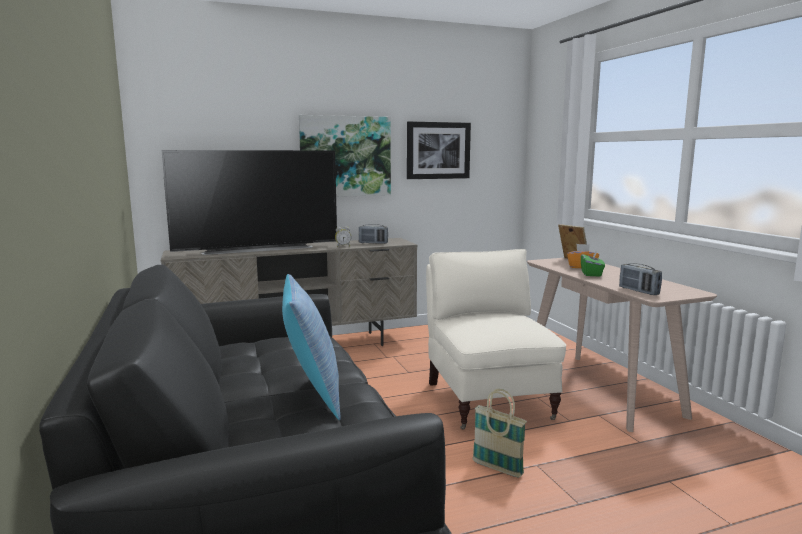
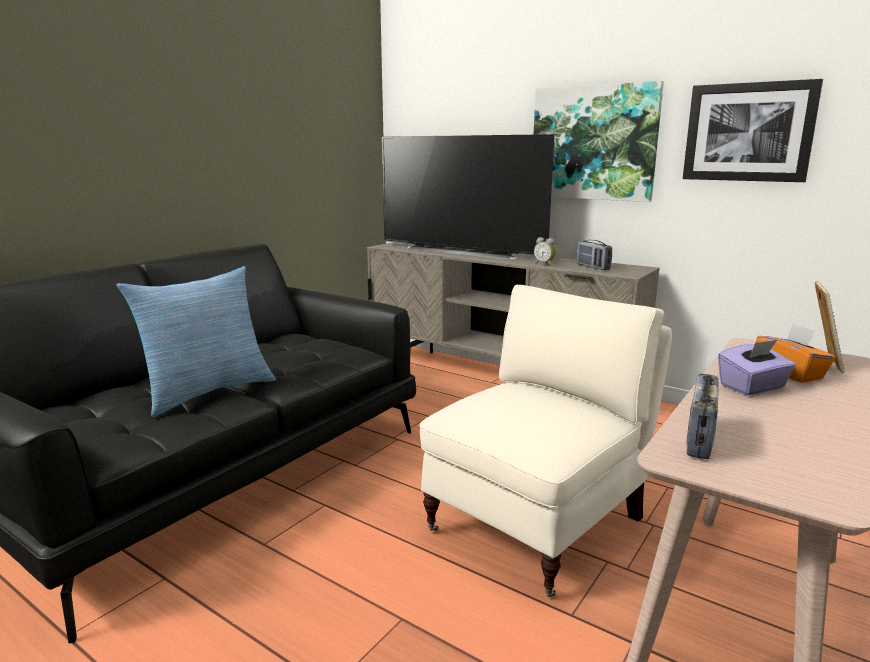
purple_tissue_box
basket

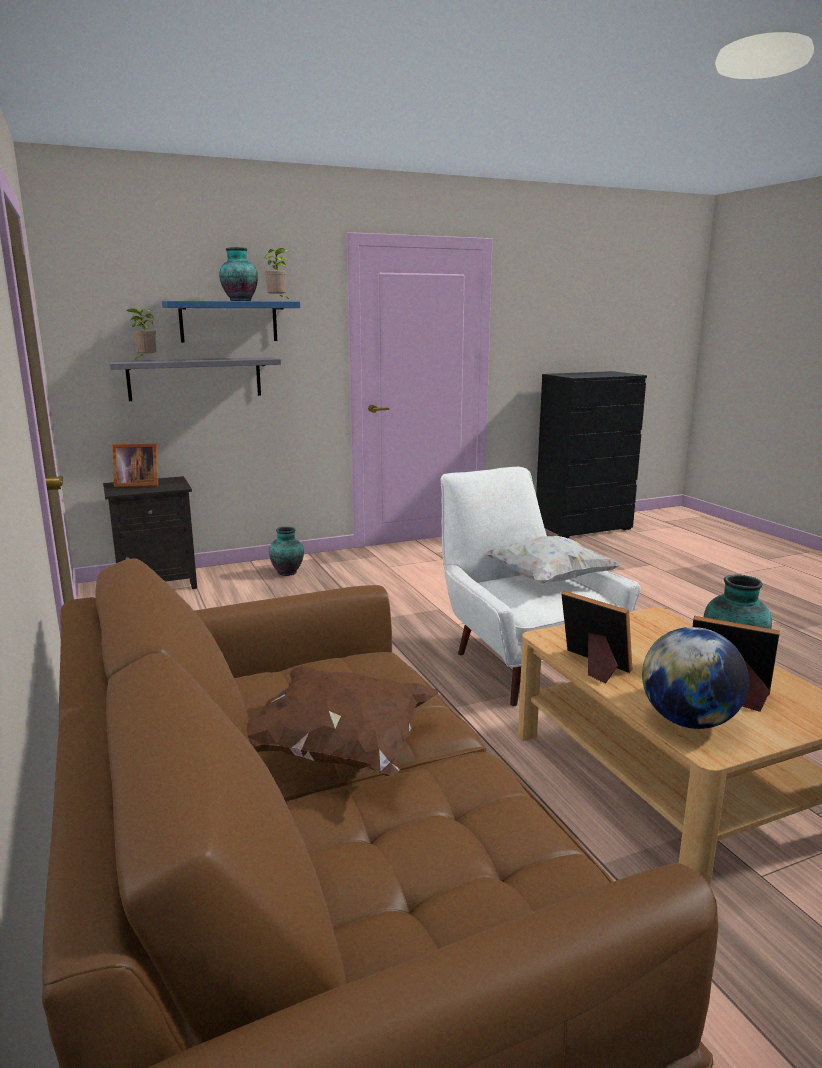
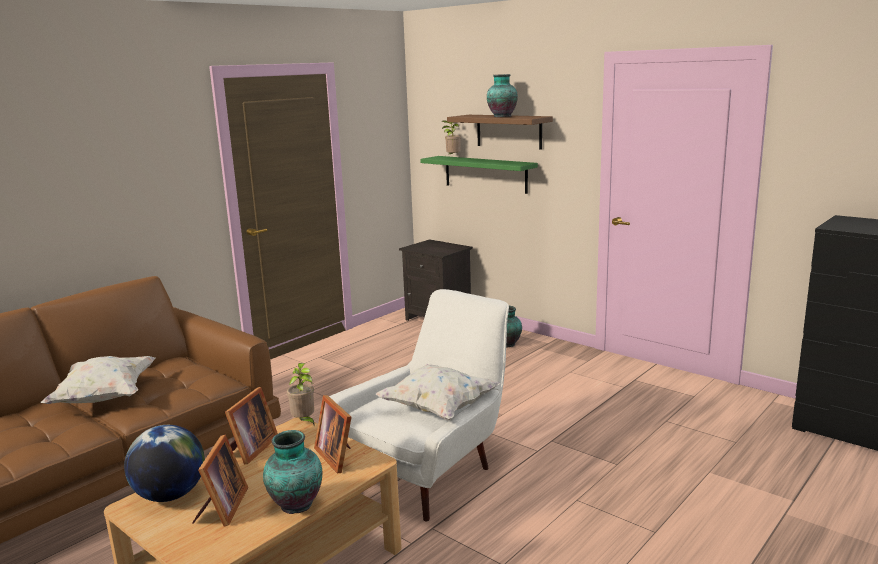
white_pillow (no. 1 from left)
potted_plant (no. 1 from left)
picture_frame (no. 3 from left)
green_shelf
brown_shelf

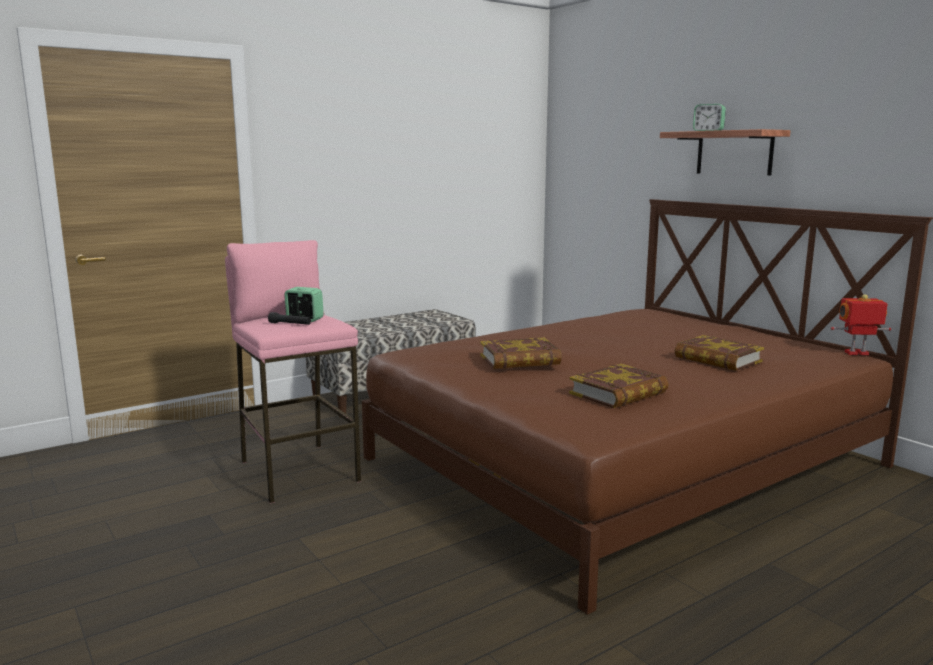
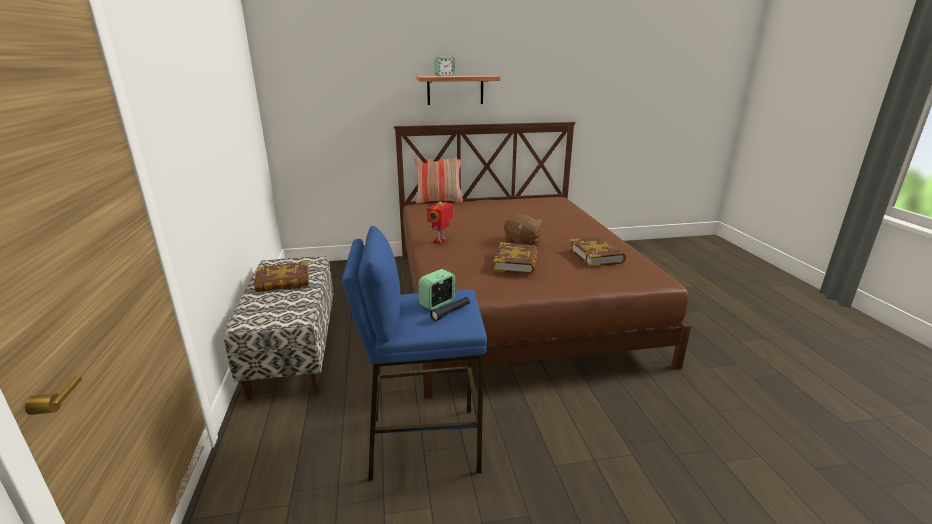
book (no. 1 from left)
blue_stool
pillow
toy_robot
brown_plush_toy

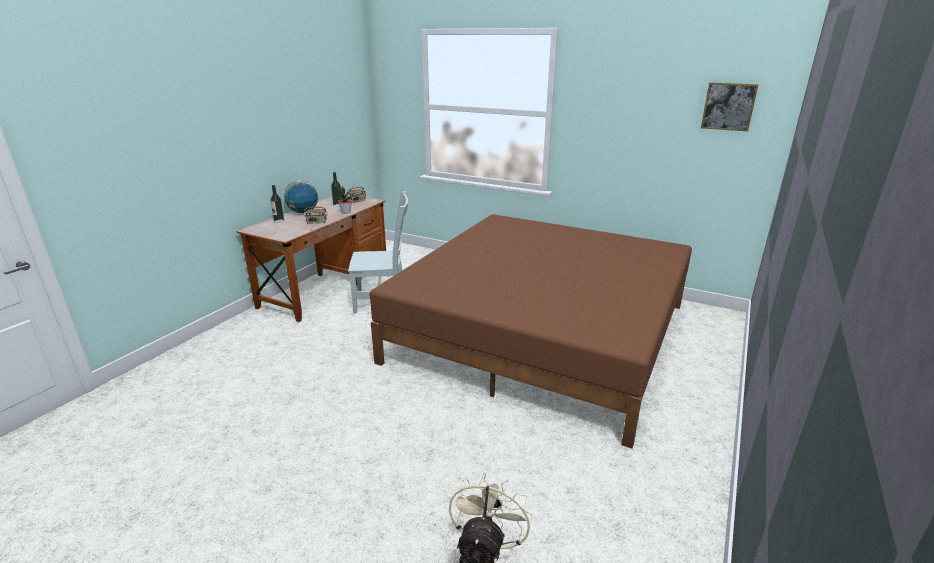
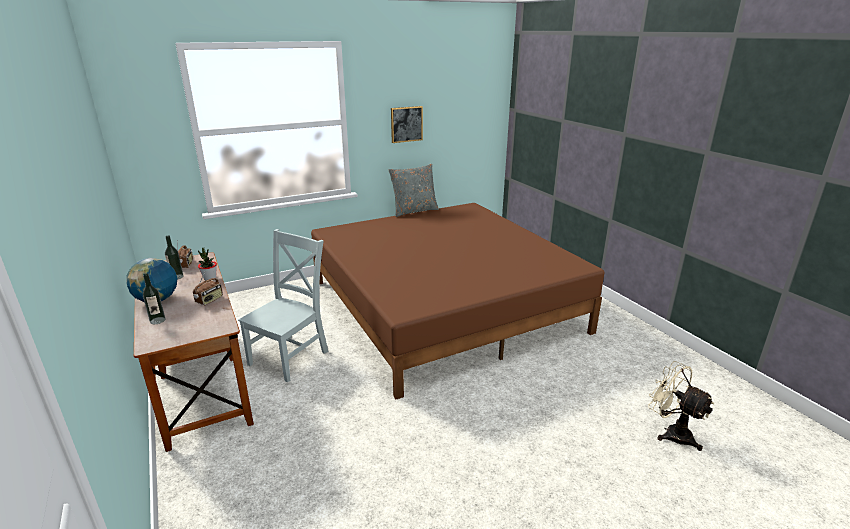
grey_pillow
picture

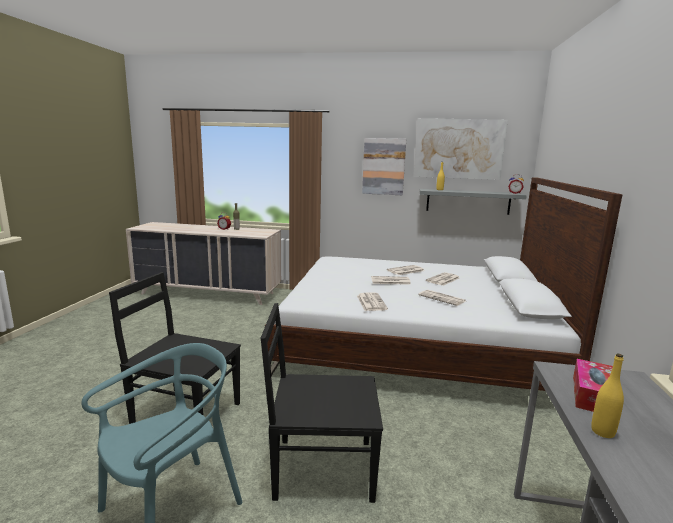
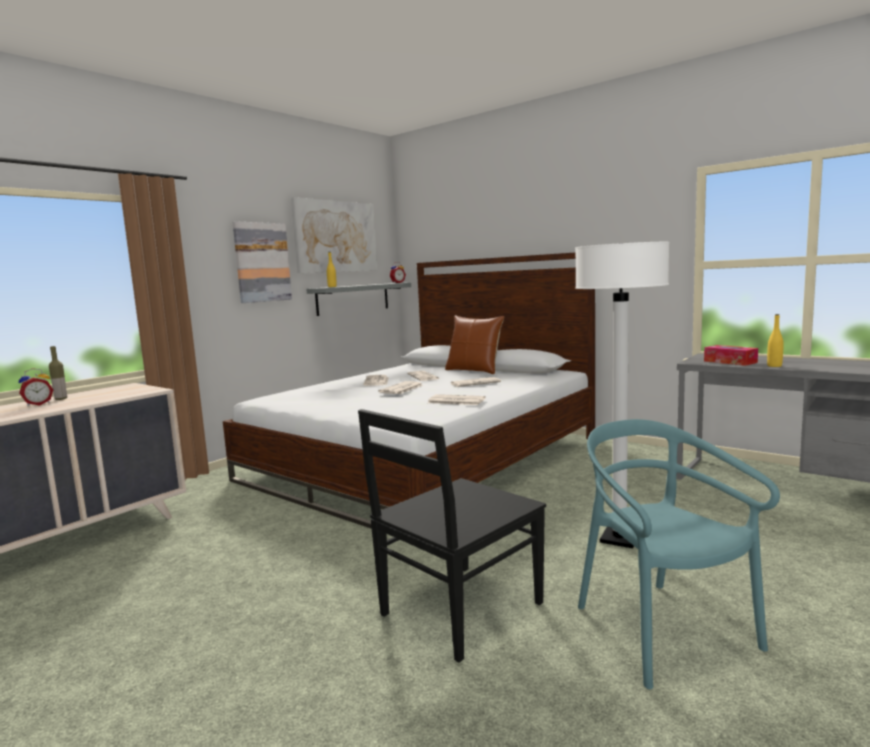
brown_pillow
white_floor_lamp

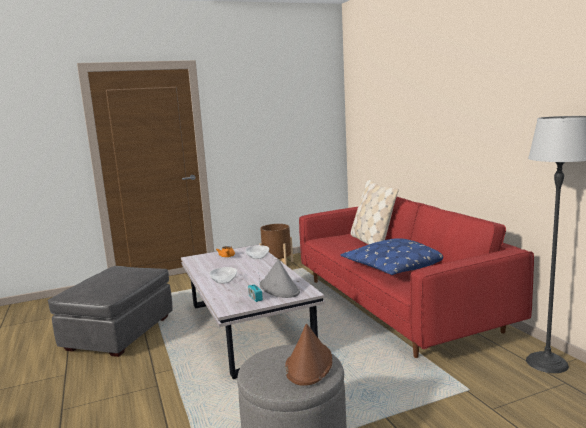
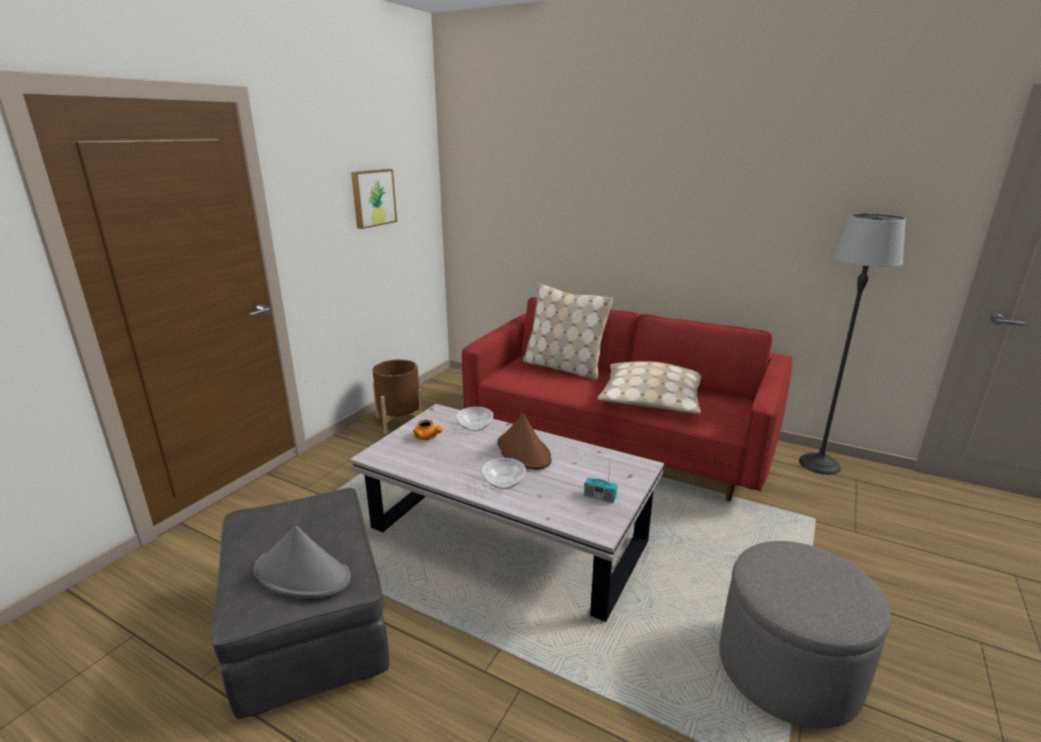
grey_hat
picture
brown_hat
beige_pillow (no. 2 from left)

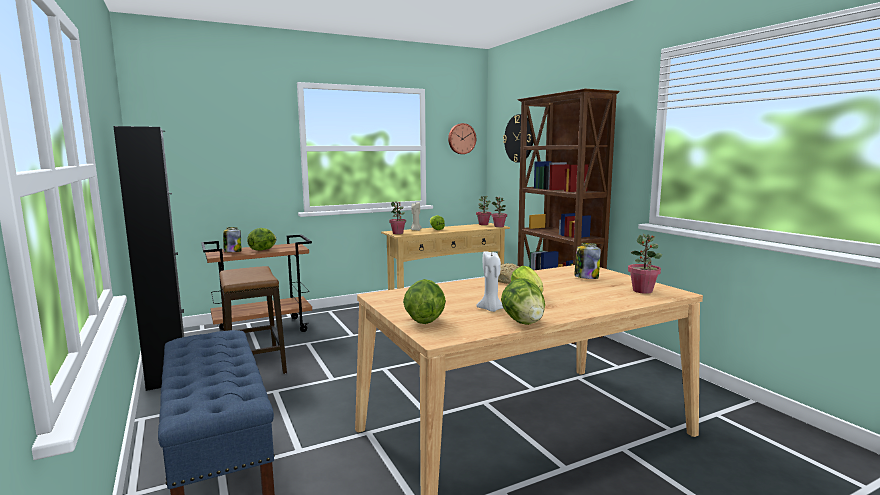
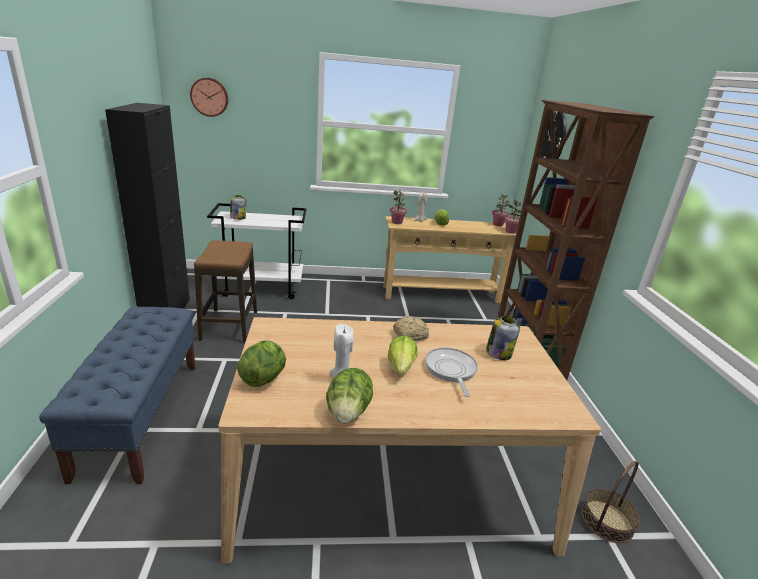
wall_clock (no. 1 from left)
white_cart
frying_pan
basket
lettuce (no. 1 from left in the first image)
potted_plant (no. 4 from left in the first image)

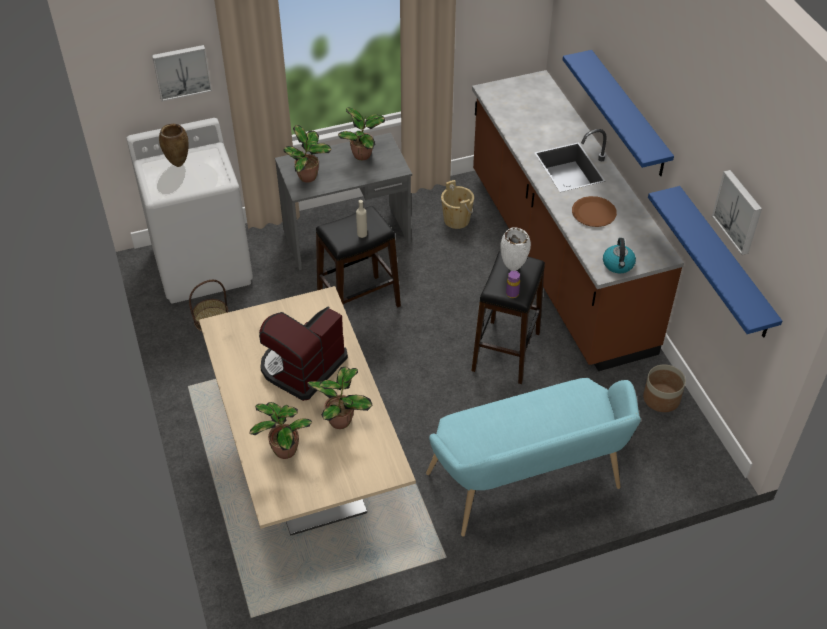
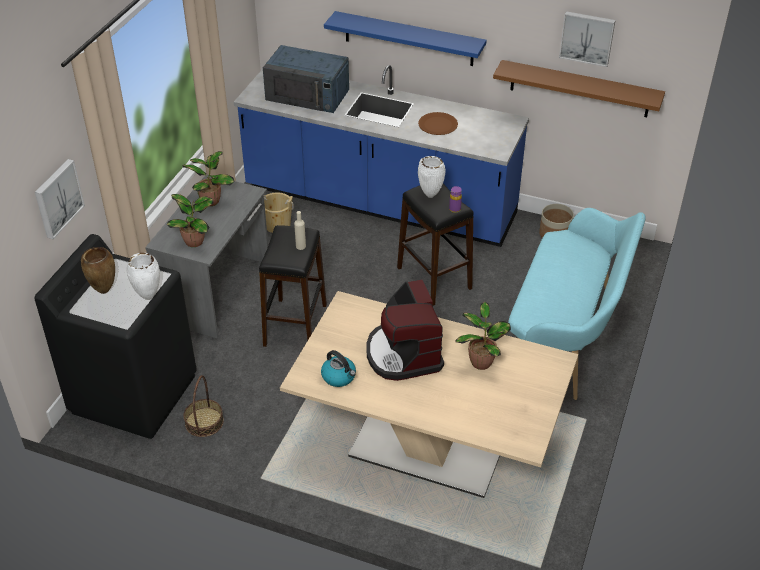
black_washing_machine
white_vase (no. 1 from left)
blue_counter
blue_microwave
kettle
brown_shelf
potted_plant (no. 1 from left in the first image)

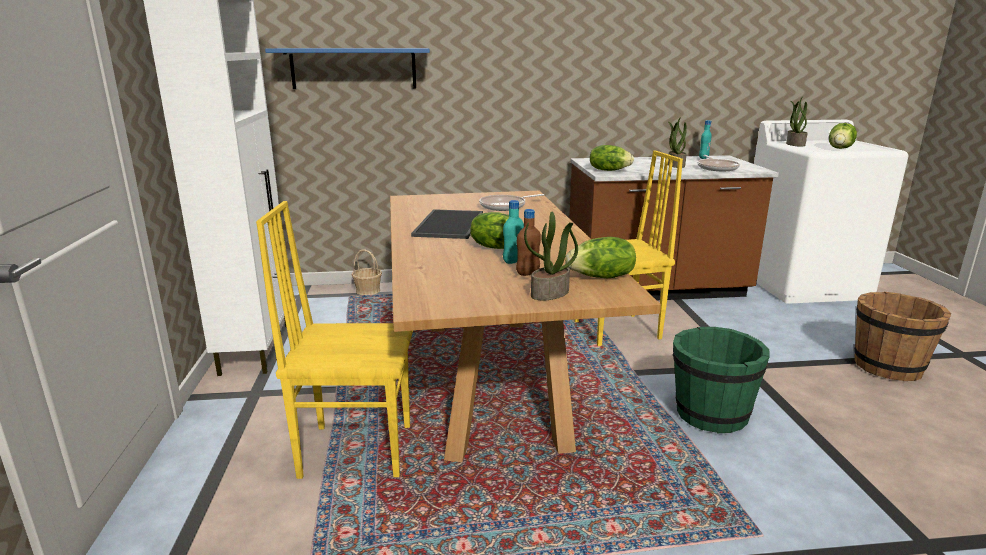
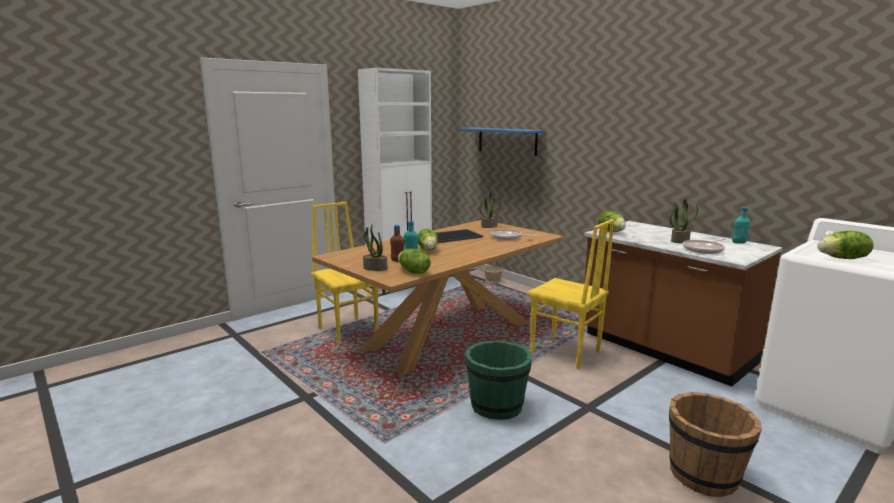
potted_plant (no. 2 from left)

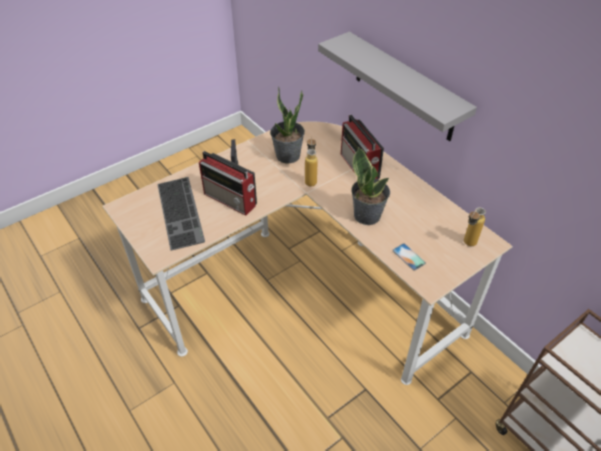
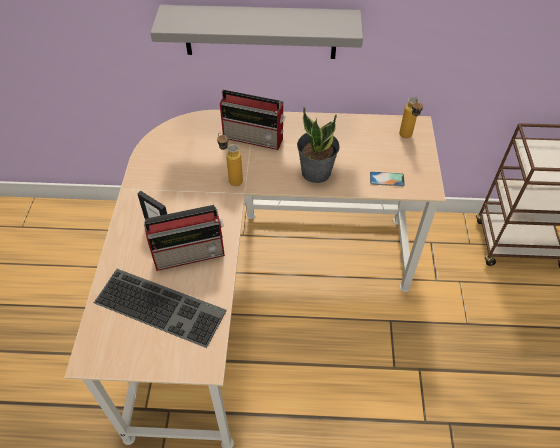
potted_plant (no. 1 from left in the first image)

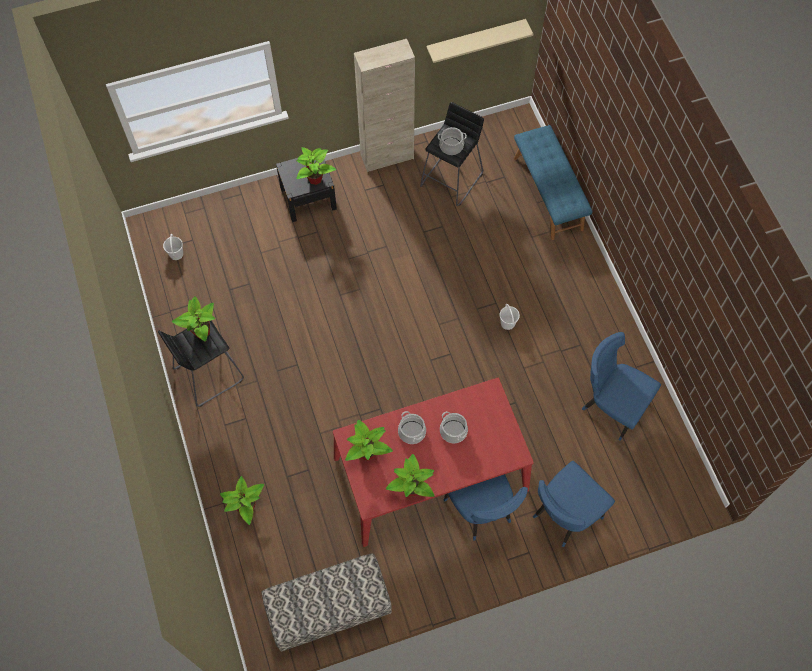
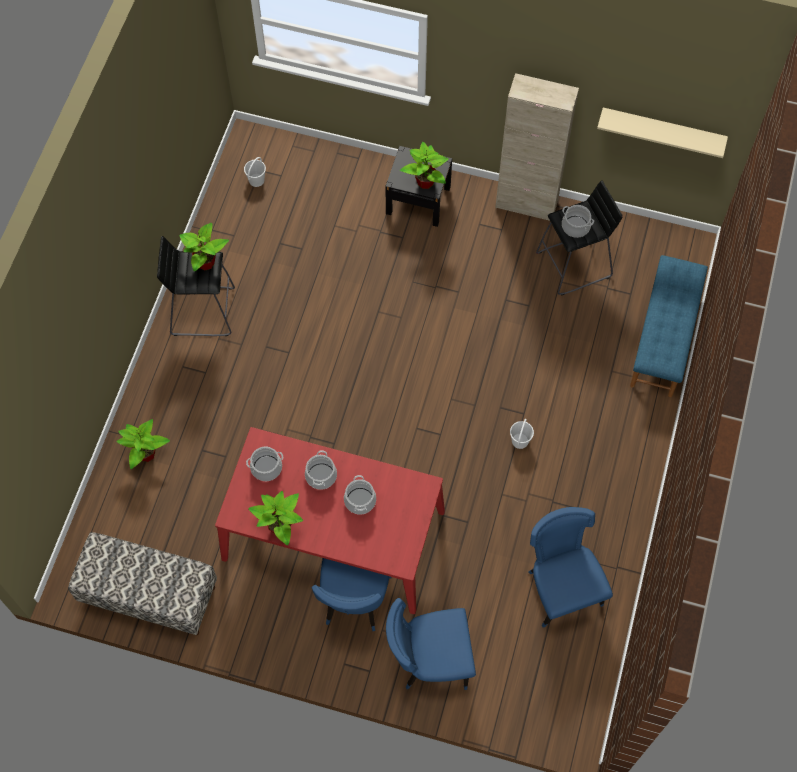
cooking_pot (no. 1 from left)

